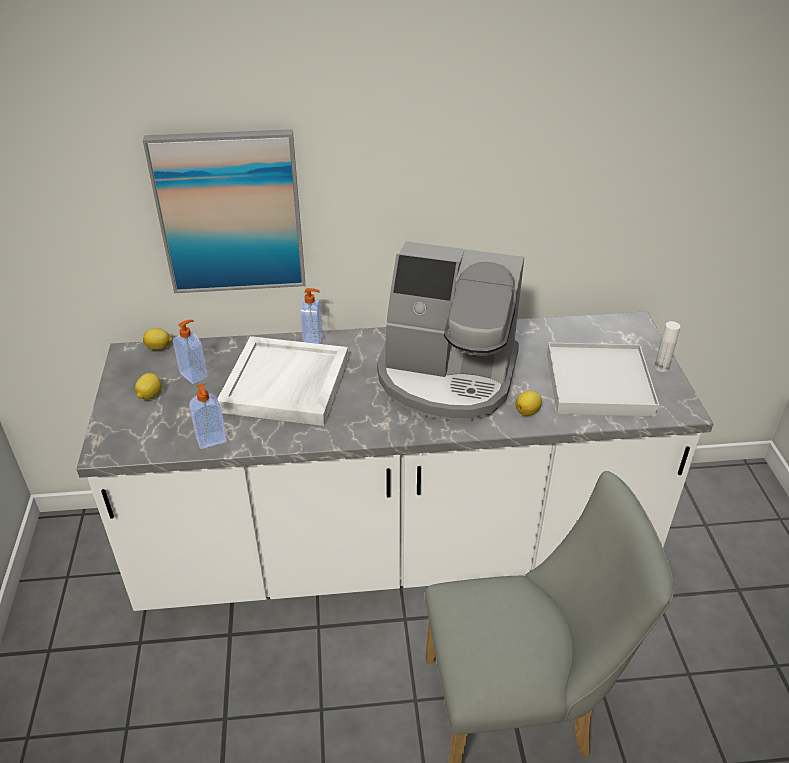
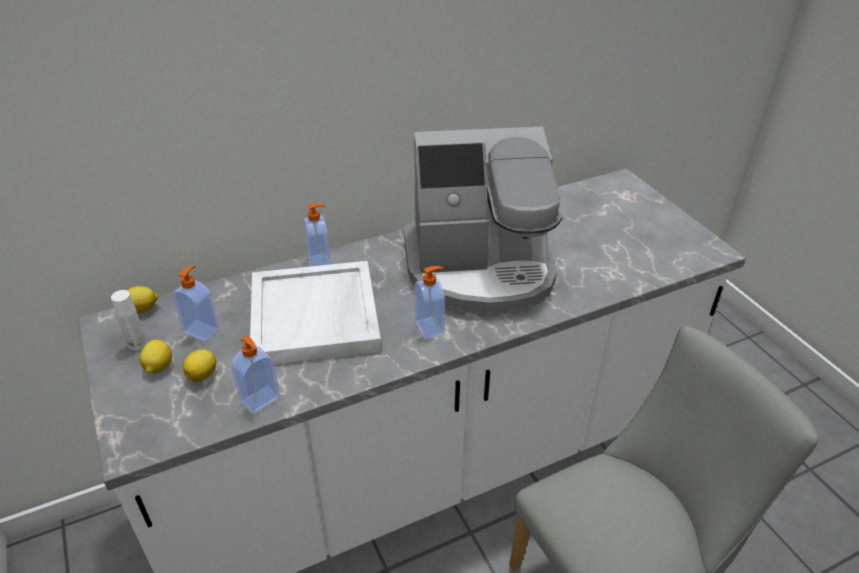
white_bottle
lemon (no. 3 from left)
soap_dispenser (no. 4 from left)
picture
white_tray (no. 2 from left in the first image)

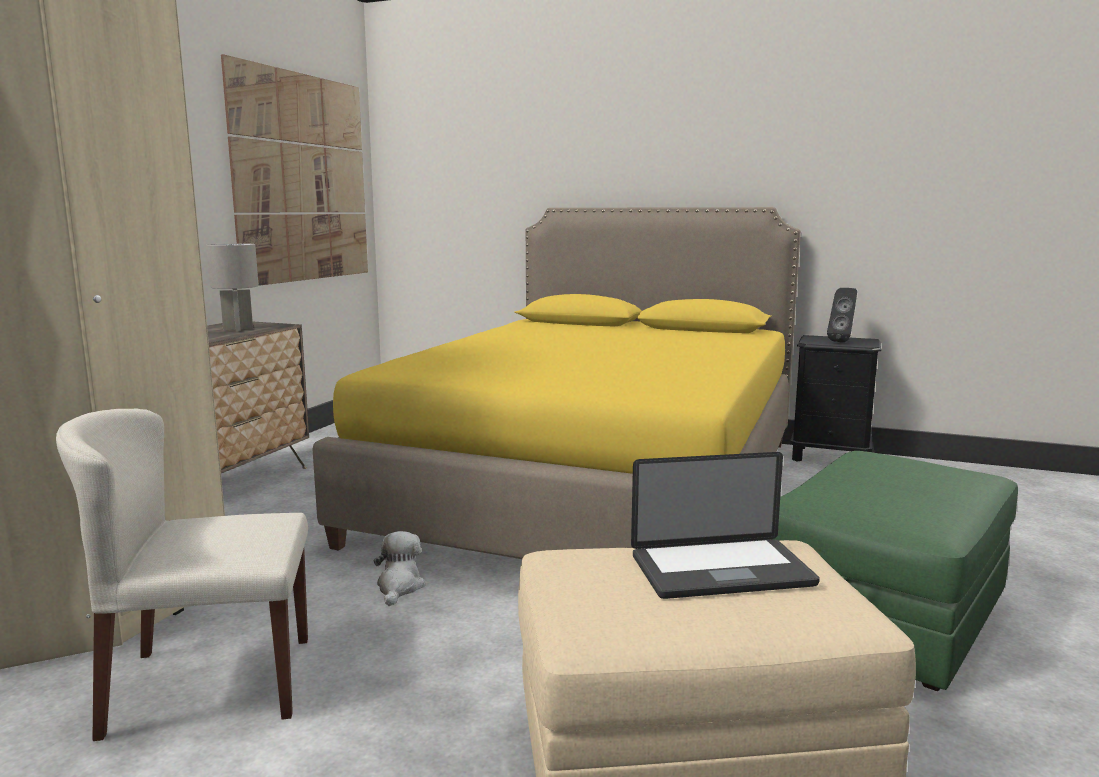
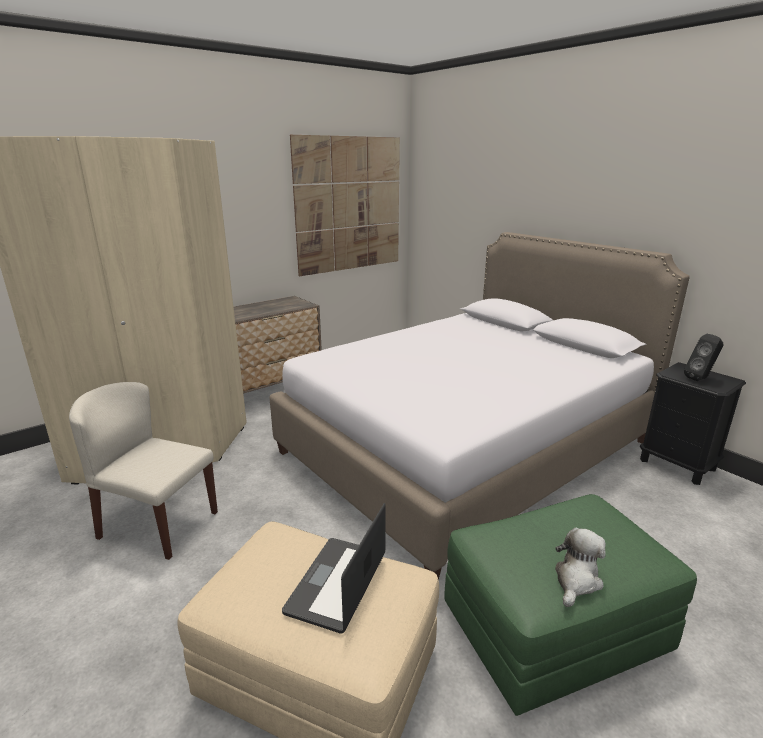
white_bed
laptop
plush_toy
grey_table_lamp

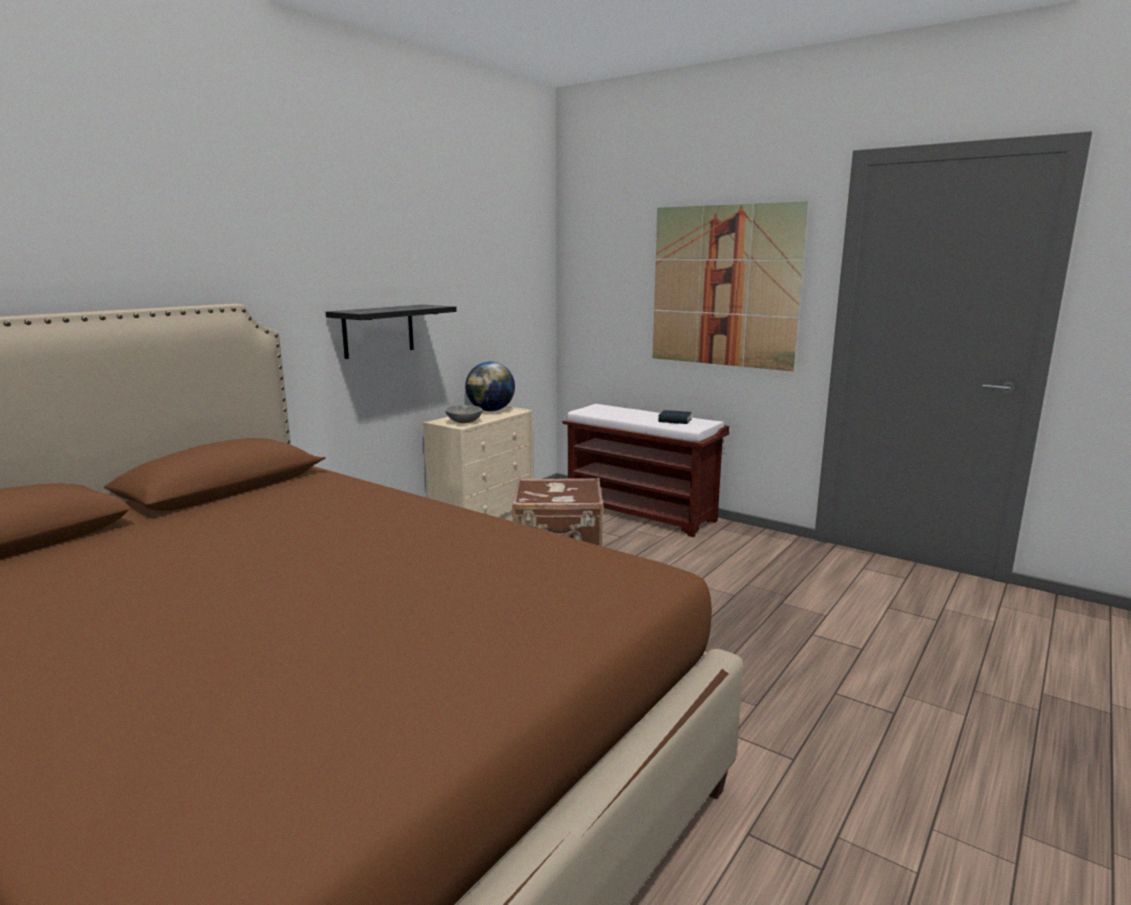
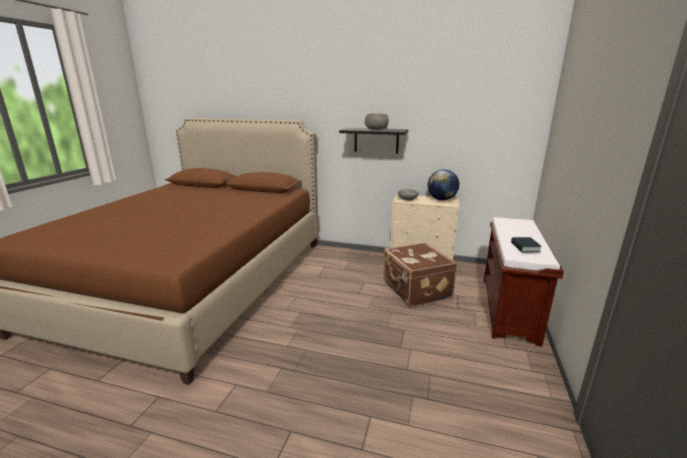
grey_bowl (no. 1 from left)
picture

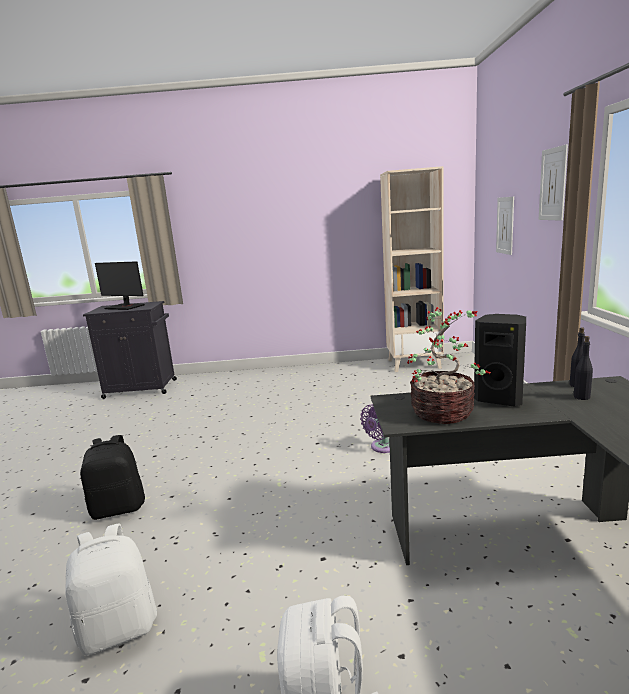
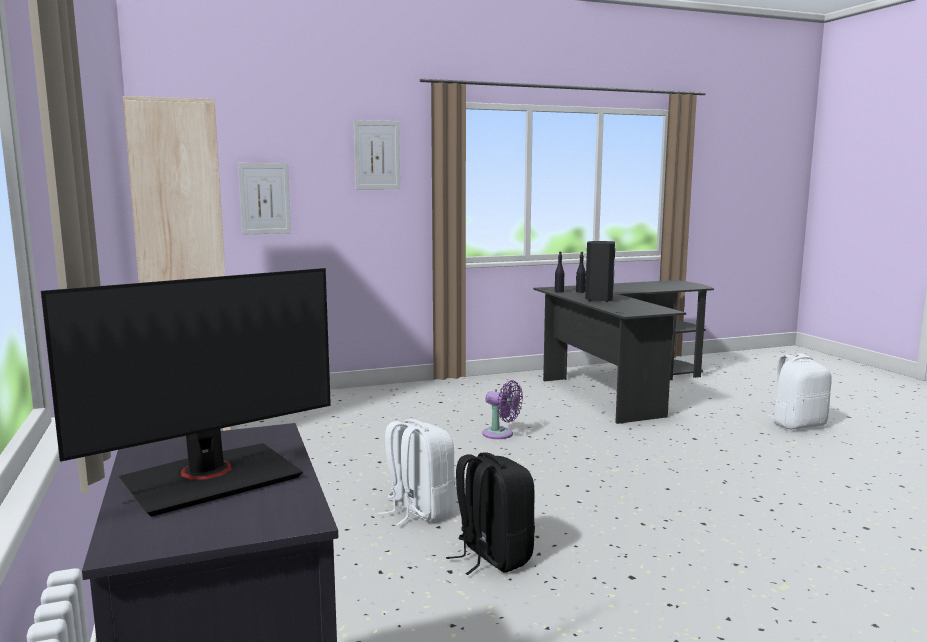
monitor
white_backpack (no. 1 from left)
black_backpack
potted_plant

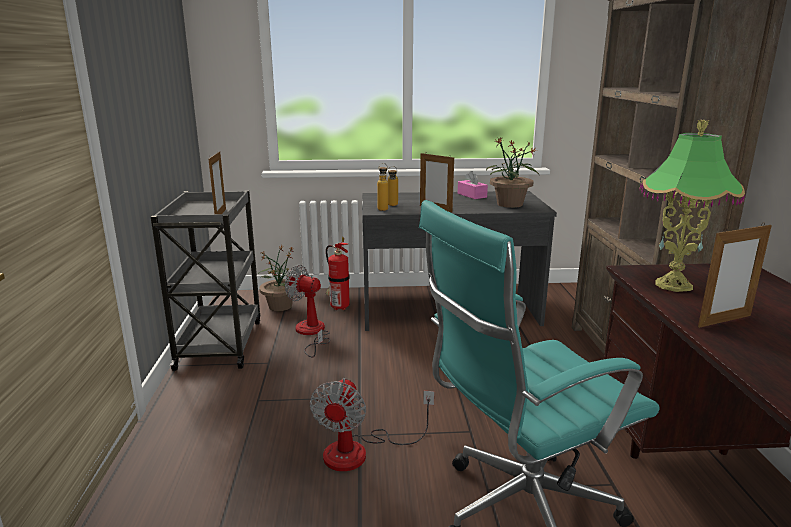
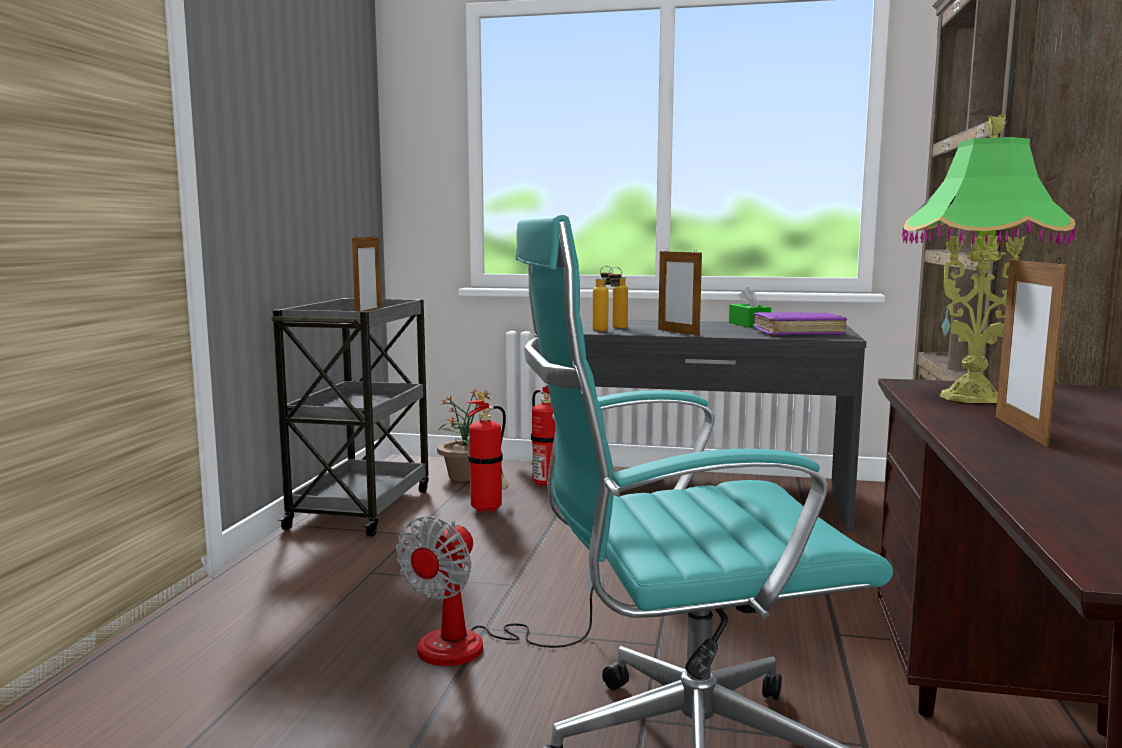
fire_extinguisher (no. 1 from left)
green_tissue_box
purple_book
picture_frame (no. 3 from left)

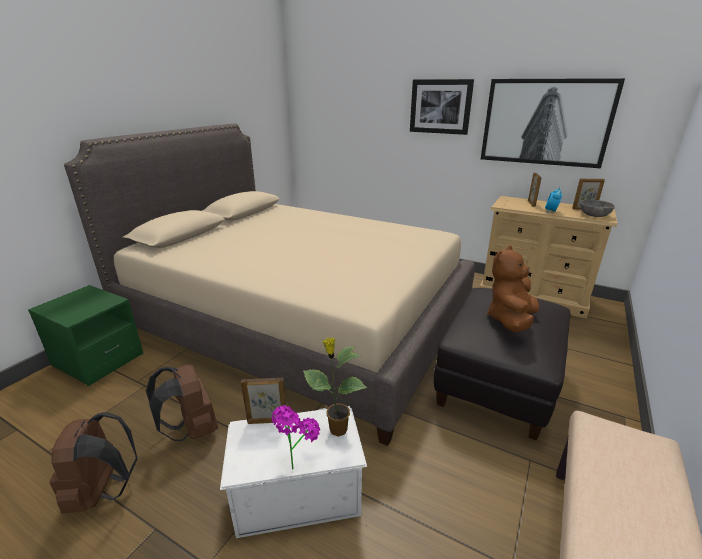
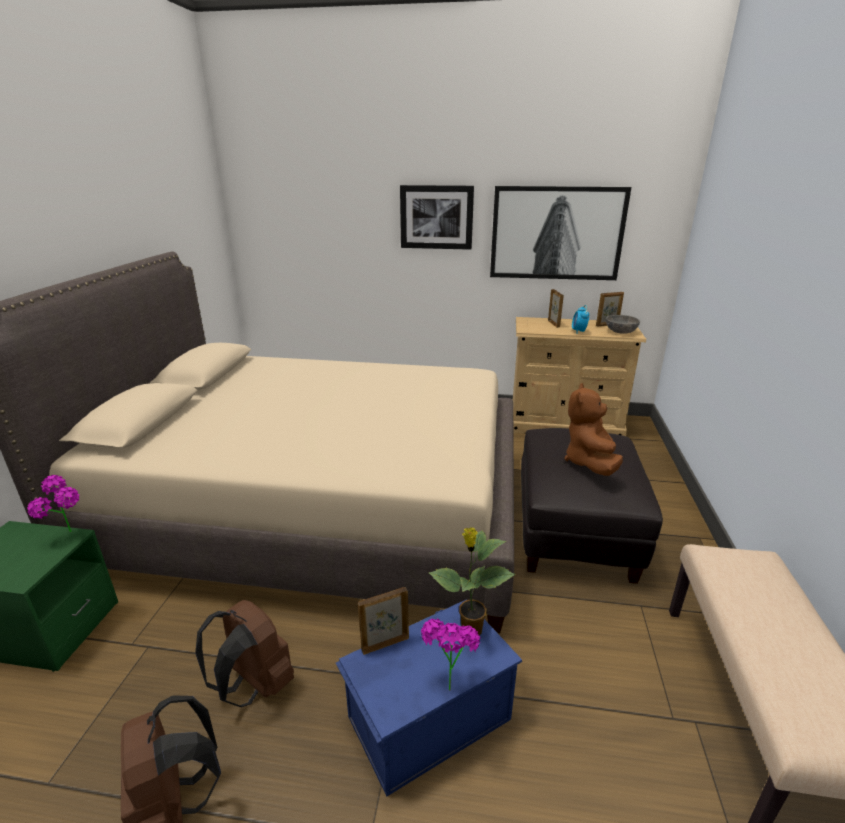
potted_plant (no. 1 from left)
blue_storage_box

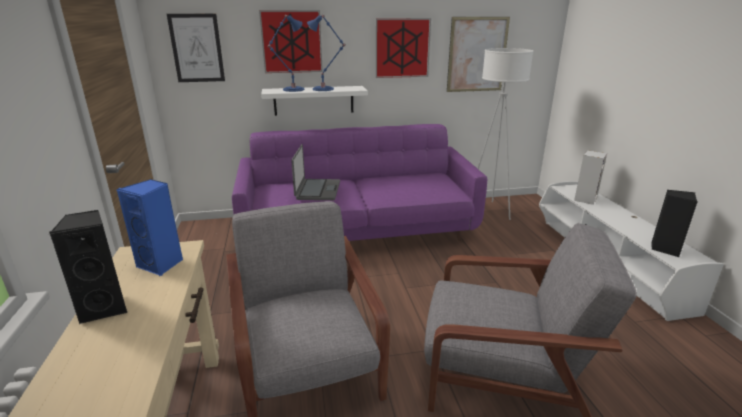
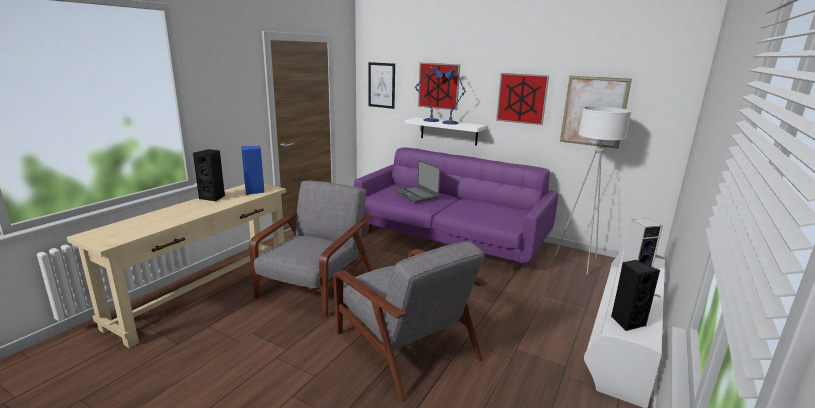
laptop

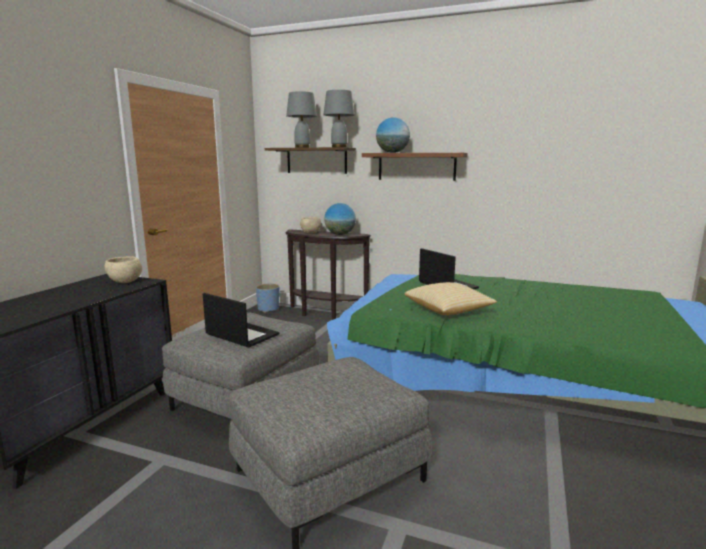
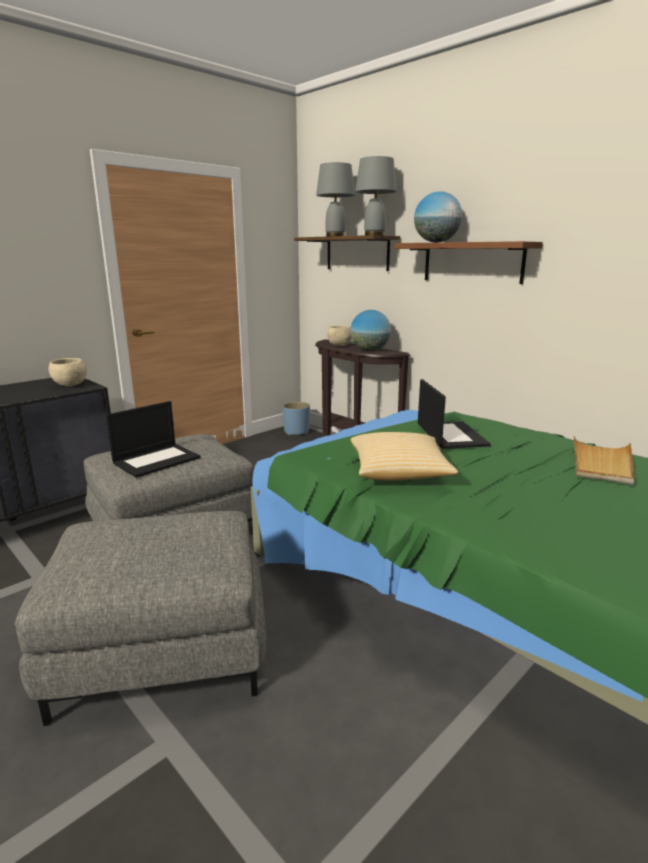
laptop (no. 1 from left)
beige_tray

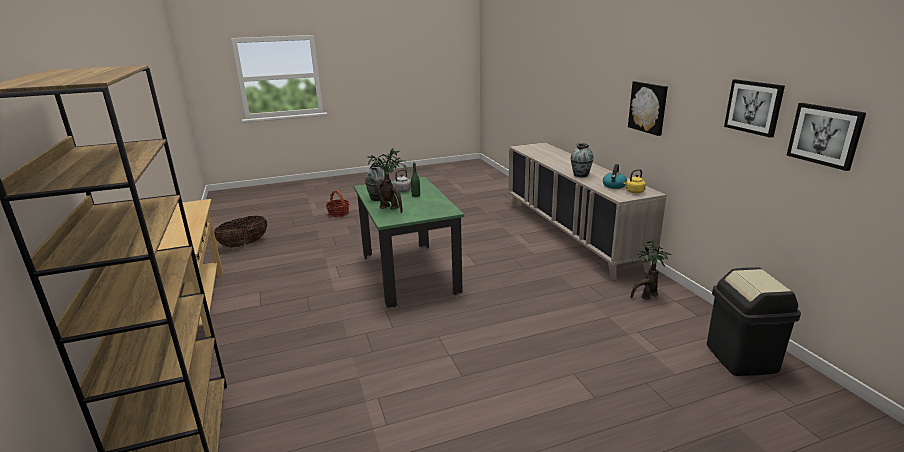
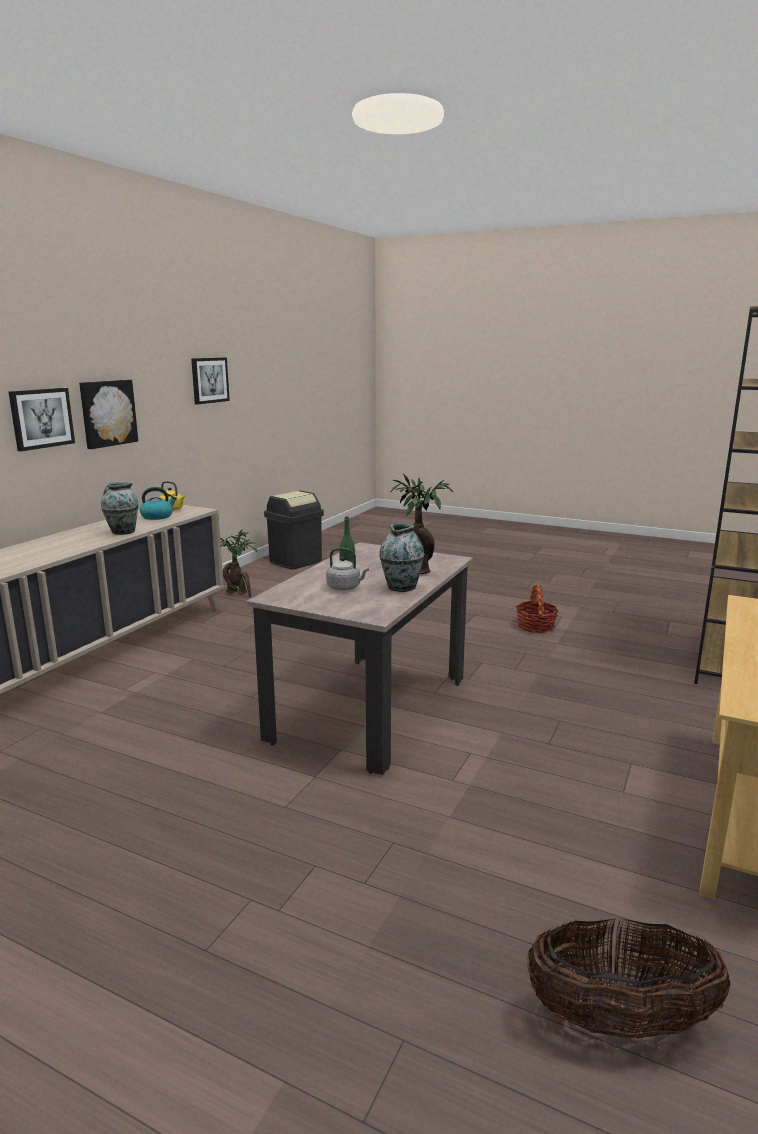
picture (no. 1 from left)
beige_dining_table
basket (no. 1 from left)

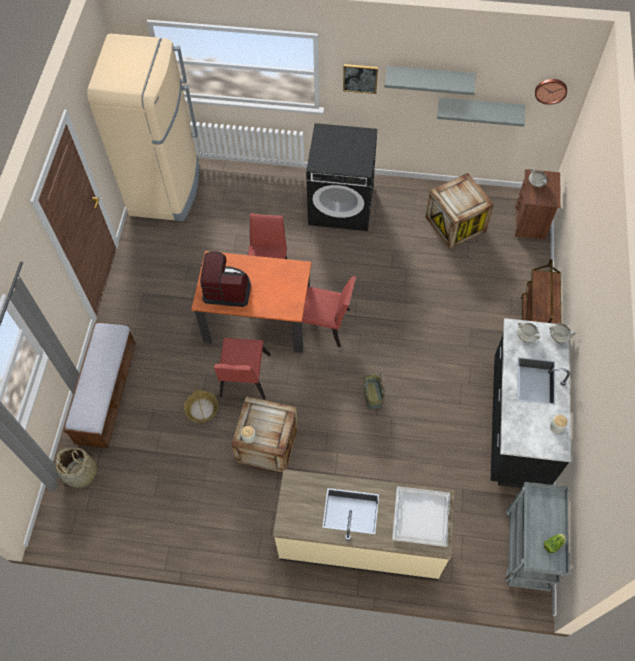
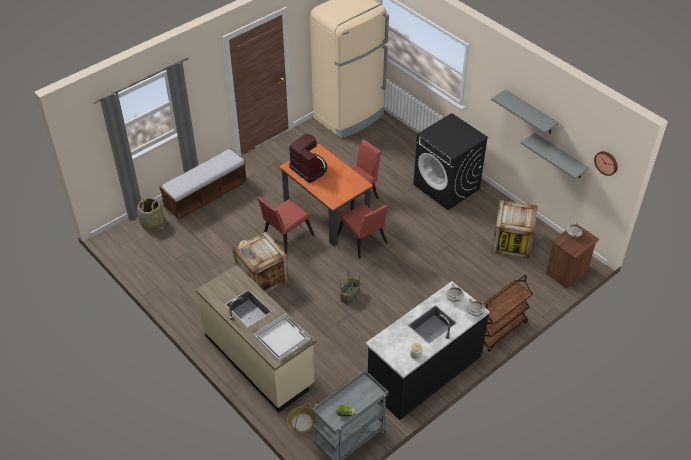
basket (no. 2 from left)
picture

